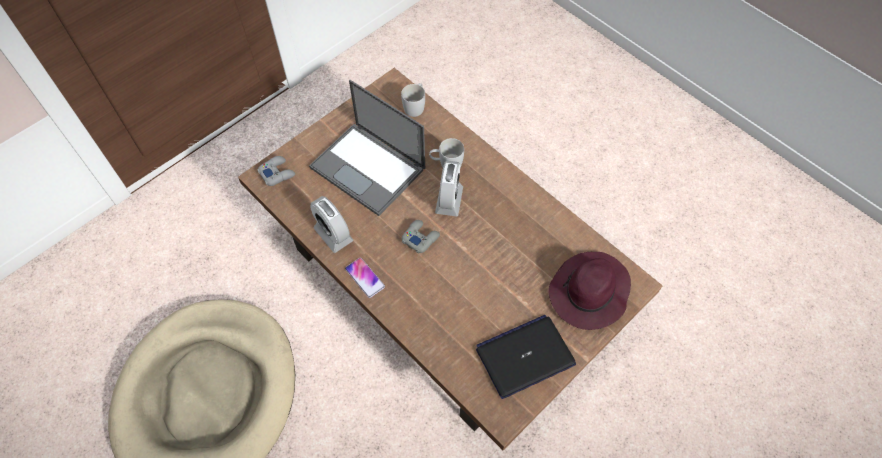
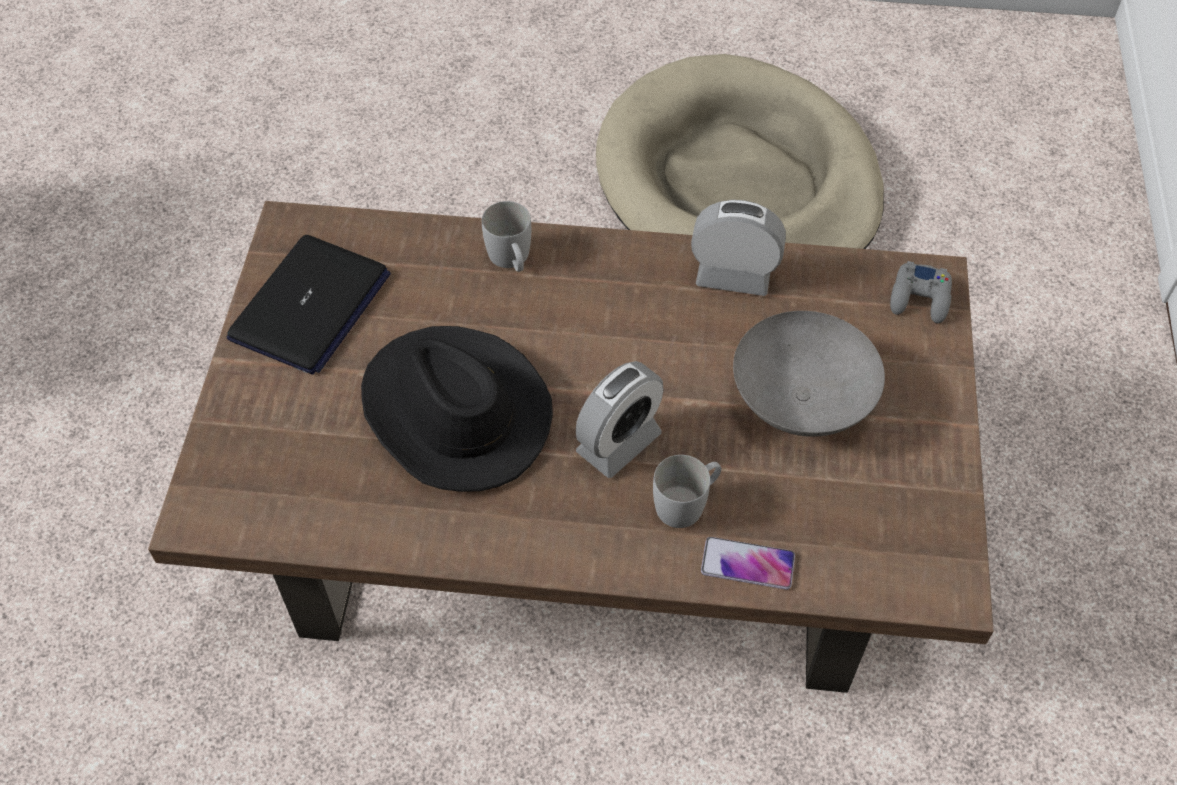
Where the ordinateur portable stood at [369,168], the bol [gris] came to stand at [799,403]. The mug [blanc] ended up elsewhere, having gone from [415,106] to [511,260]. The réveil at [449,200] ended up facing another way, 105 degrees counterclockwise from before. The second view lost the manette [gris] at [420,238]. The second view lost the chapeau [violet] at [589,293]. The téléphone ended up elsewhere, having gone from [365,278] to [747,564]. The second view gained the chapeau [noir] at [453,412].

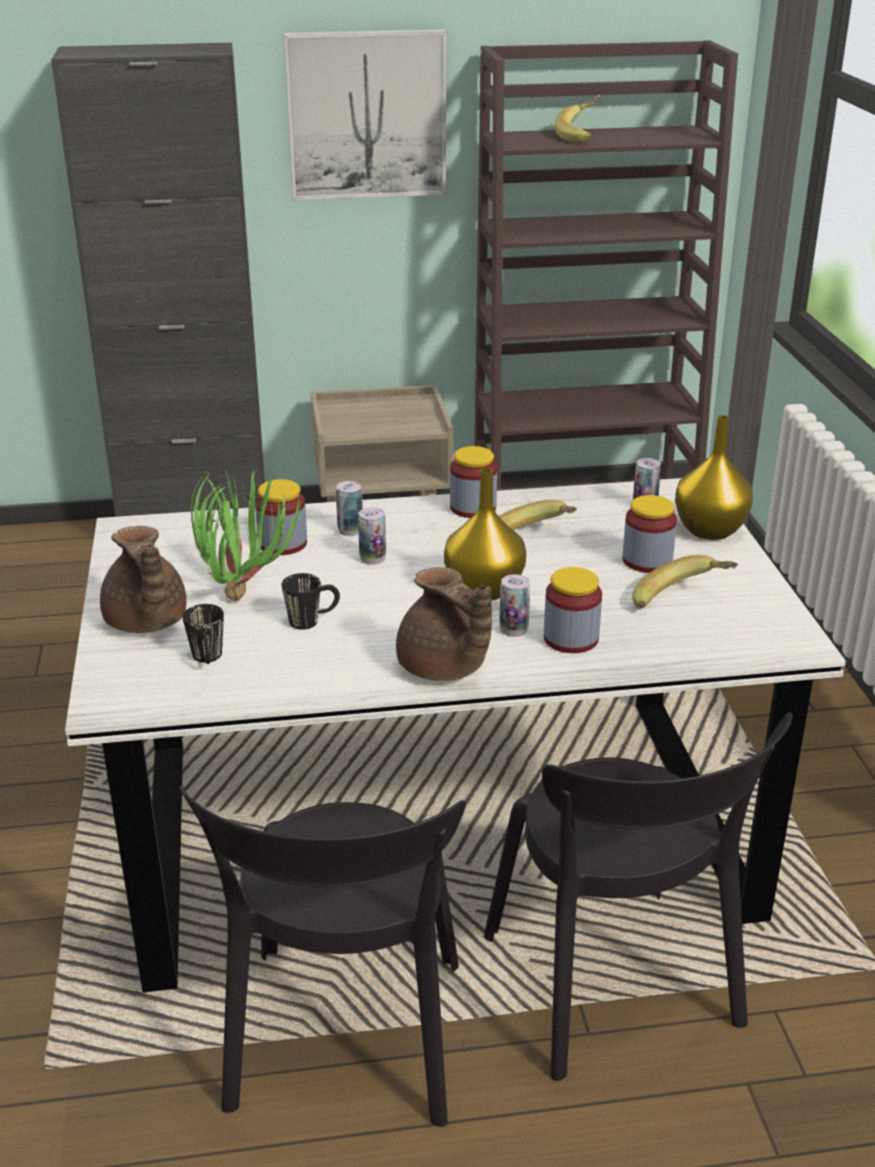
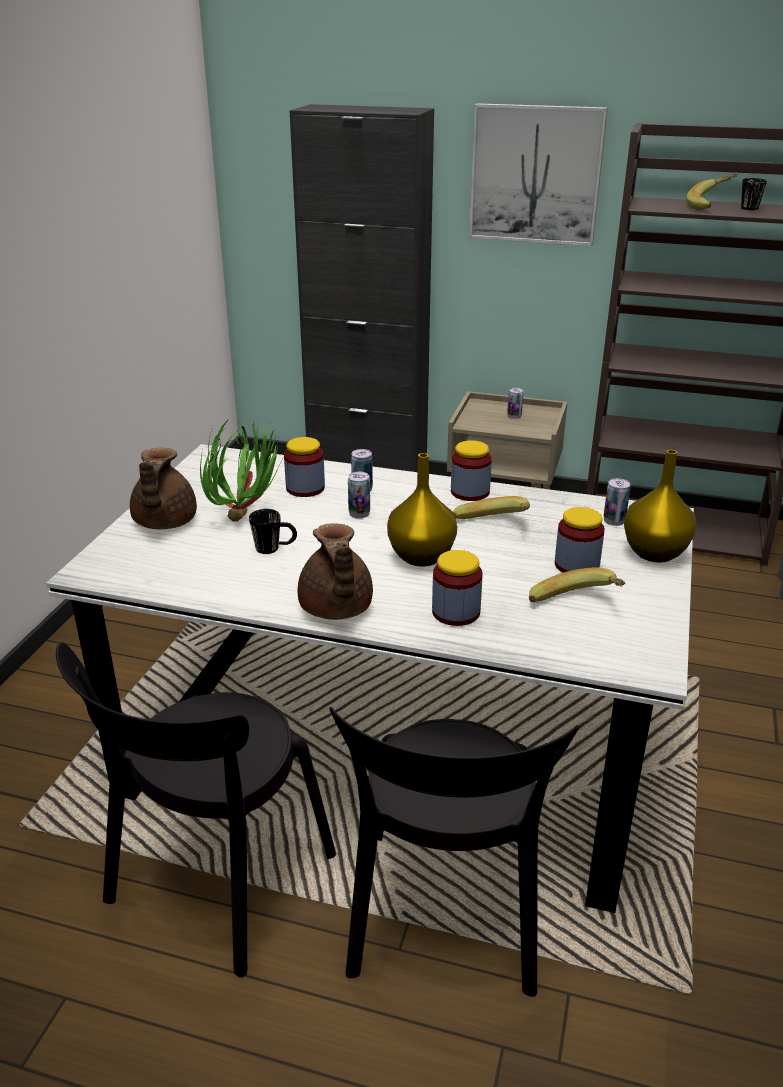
The boîte métallique ended up elsewhere, having gone from [513,629] to [514,416]. The mug [noir] ended up elsewhere, having gone from [208,660] to [750,209].

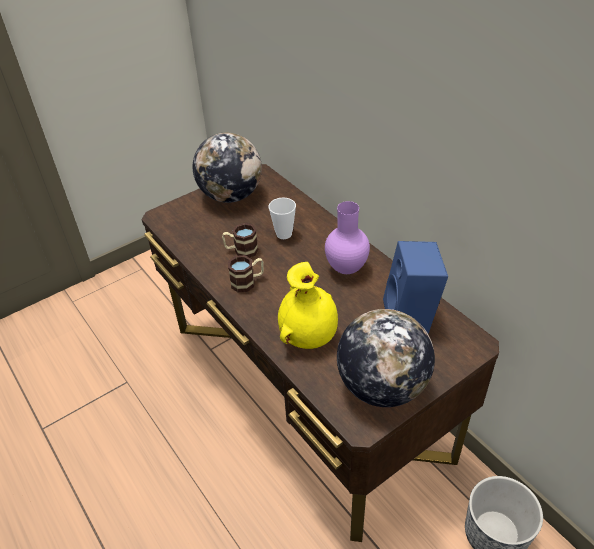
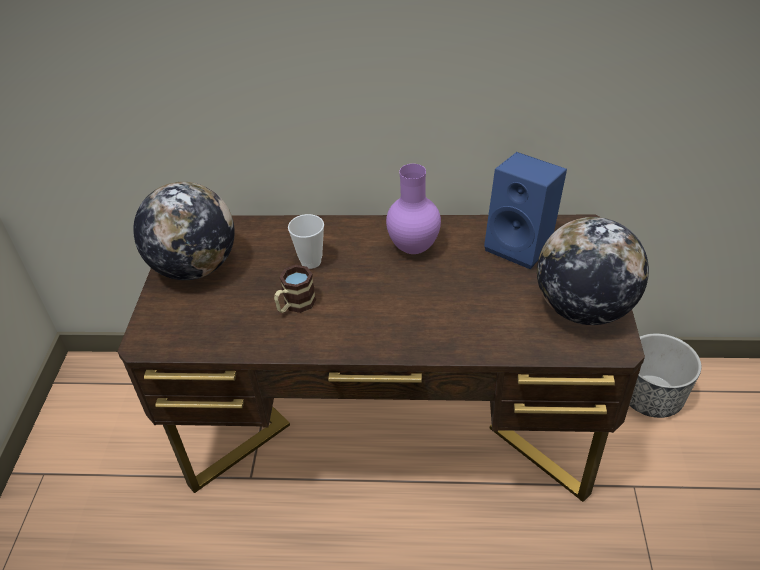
The second view lost the mug at [248,282]. The second view lost the vase [jaune] at [309,336].

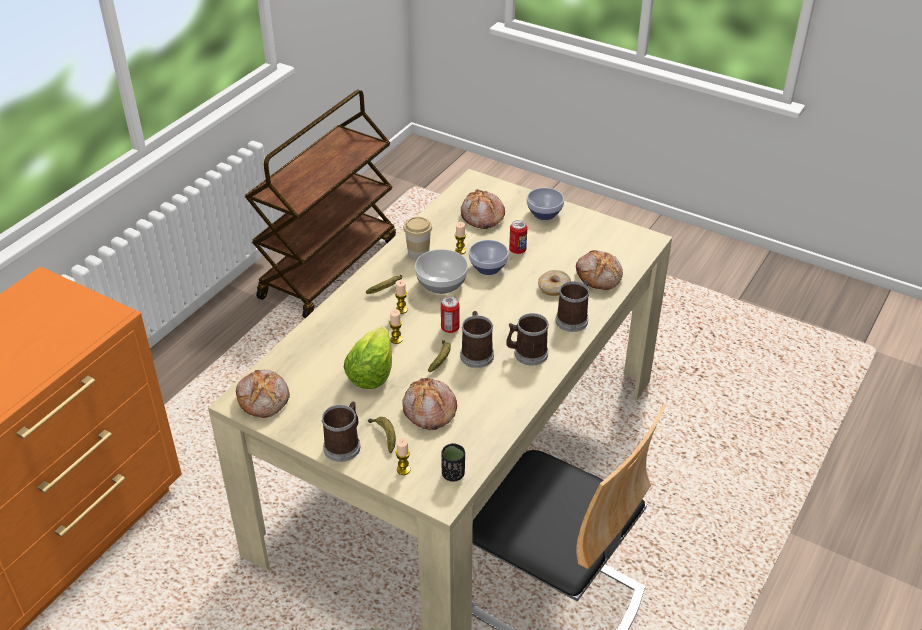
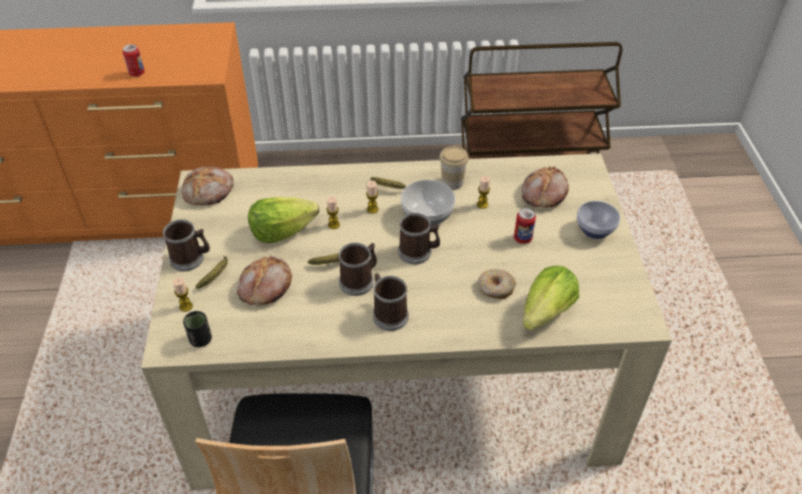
The second view lost the bol at [489,268]. Where the pain stood at [599,276], the laitue came to stand at [547,312]. The mug ended up elsewhere, having gone from [574,319] to [418,252]. The boîte métallique ended up elsewhere, having gone from [450,328] to [137,73].

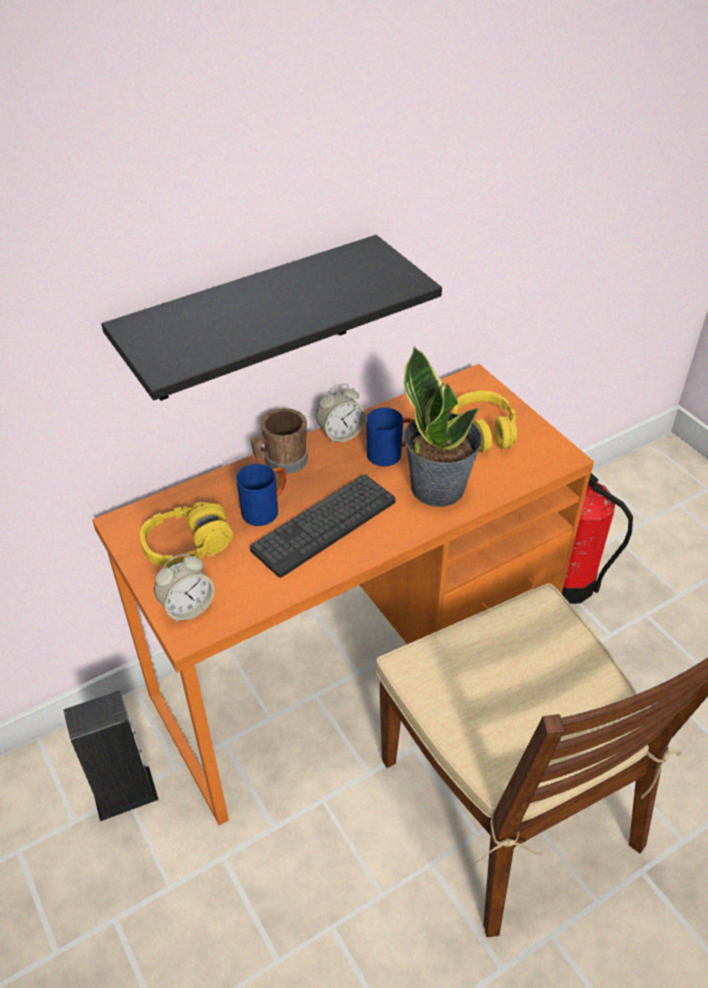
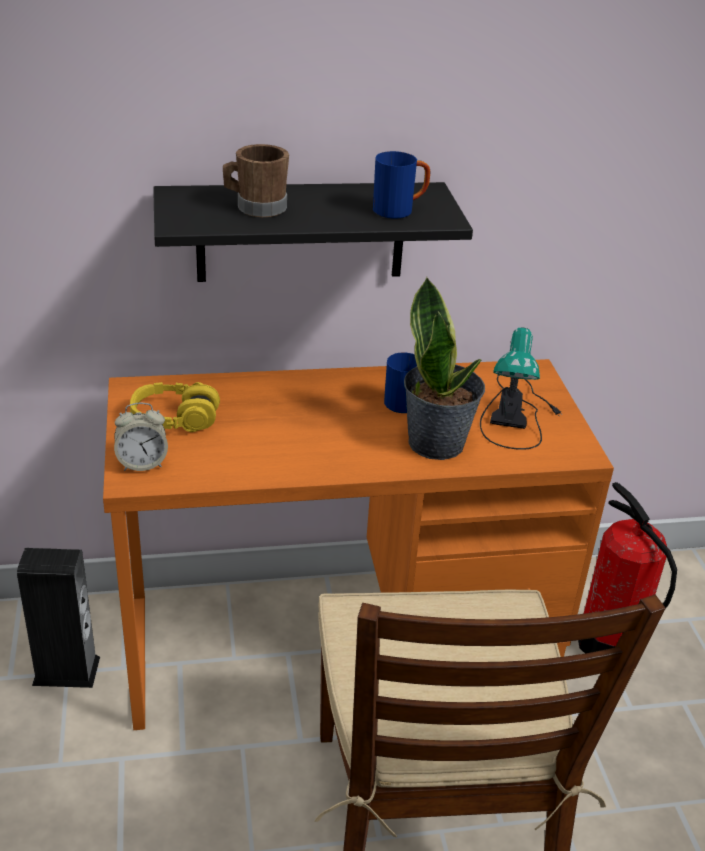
The second view lost the réveil at [341,434]. Where the casque audio [jaune] stood at [484,431], the lampe de table came to stand at [515,412]. The mug [marron] ended up elsewhere, having gone from [281,461] to [256,207]. The mug [bleu] ended up elsewhere, having gone from [266,509] to [400,210]. The second view lost the clavier at [324,525].

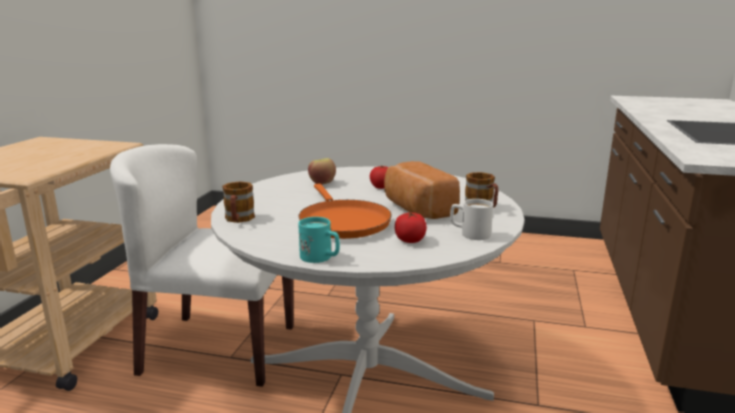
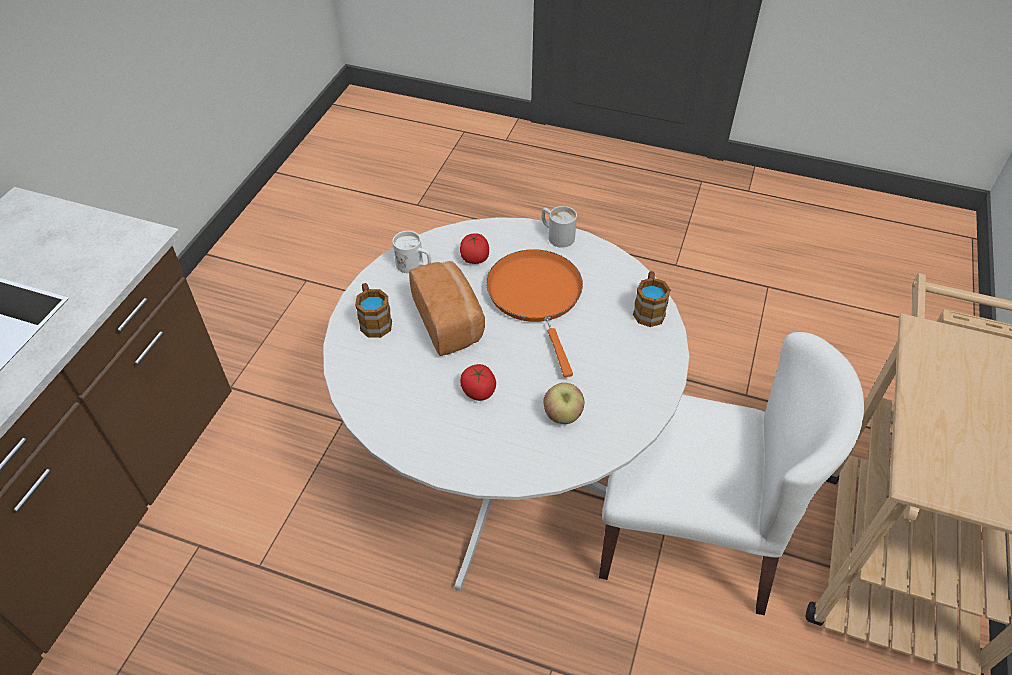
What was the mug [turquoise] at [321,258] turned into the mug [blanc] at [556,235].

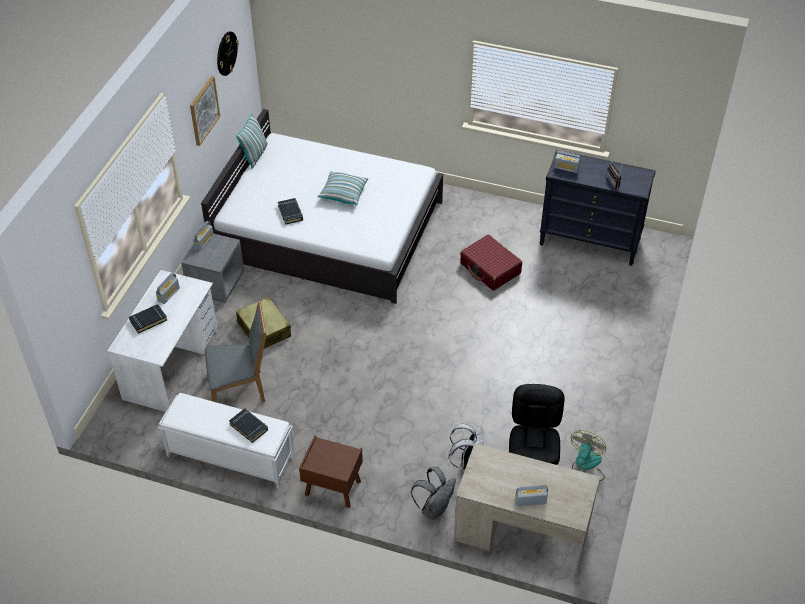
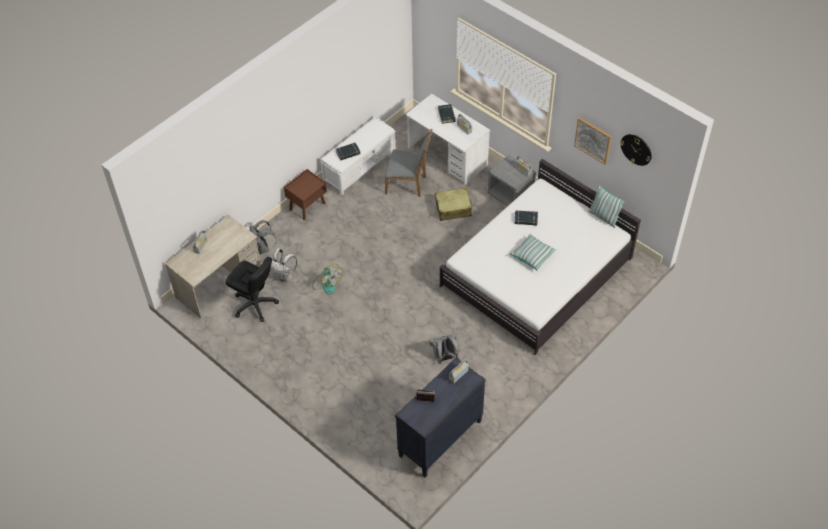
Where the valise [rouge] stood at [490,269], the sac à dos [gris] came to stand at [445,357]. The chaise [gris] at [240,389] ended up facing another way, 90 degrees counterclockwise from before. The ventilateur ended up elsewhere, having gone from [586,466] to [327,283].

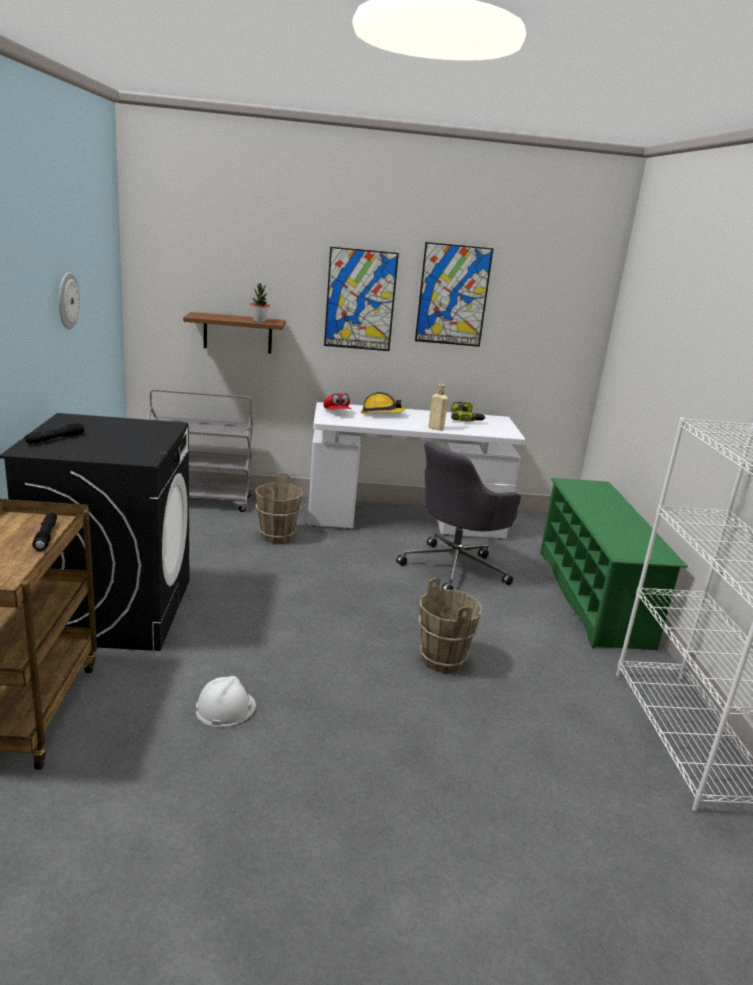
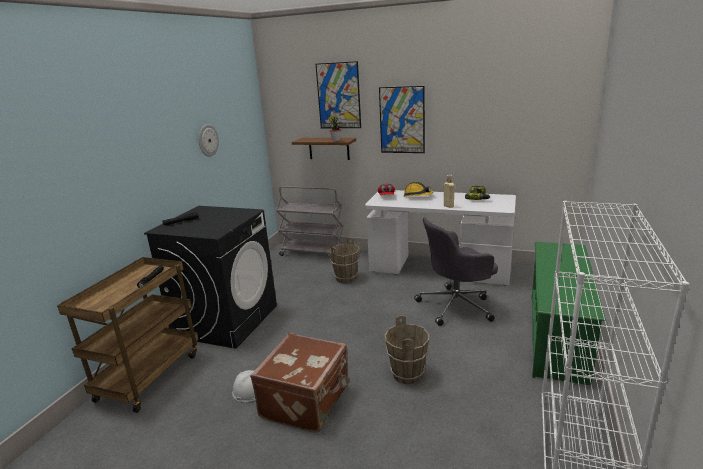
The tableau ended up elsewhere, having gone from [453,295] to [338,96]. The second view gained the valise [marron] at [307,401].

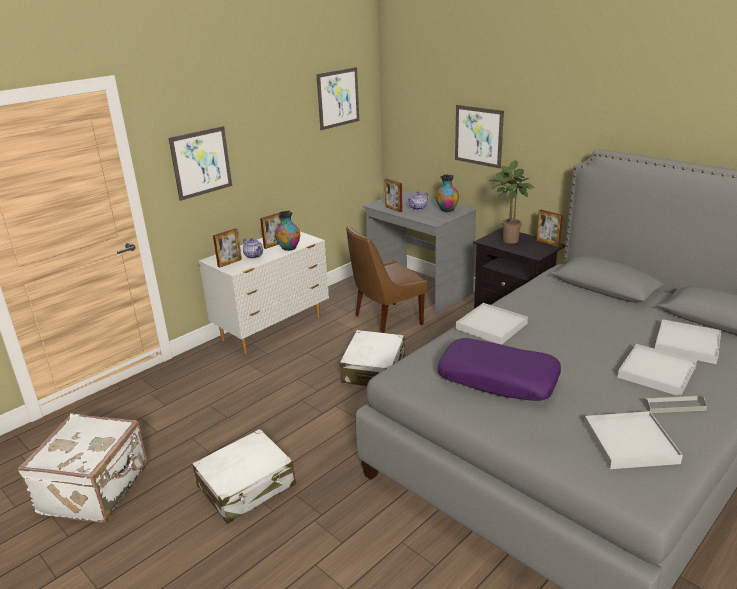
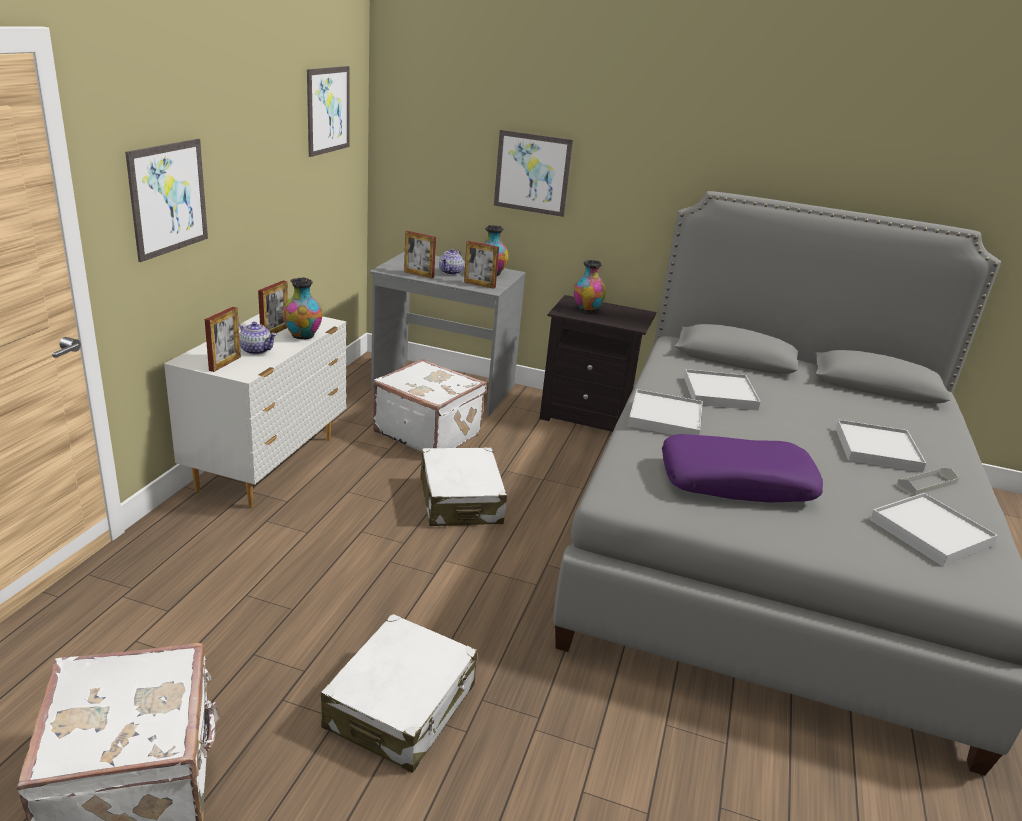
Where the plante en pot stood at [508,240], the vase came to stand at [587,309]. The cadre photo ended up elsewhere, having gone from [548,243] to [479,285]. Where the chaise [marron] stood at [386,320], the valise [blanc] came to stand at [428,432]. The plateau [blanc] ended up elsewhere, having gone from [687,344] to [719,393].

